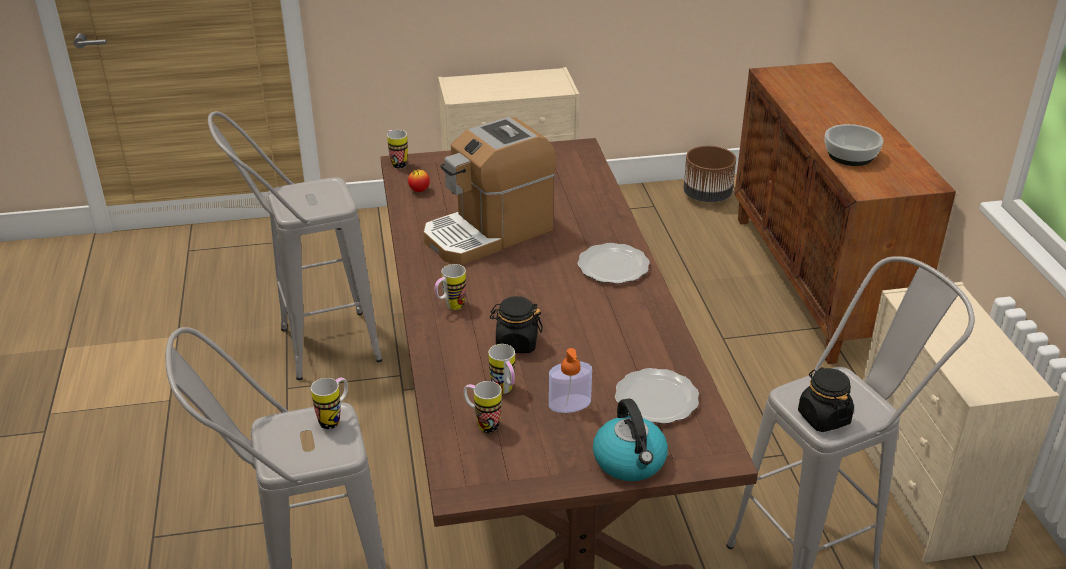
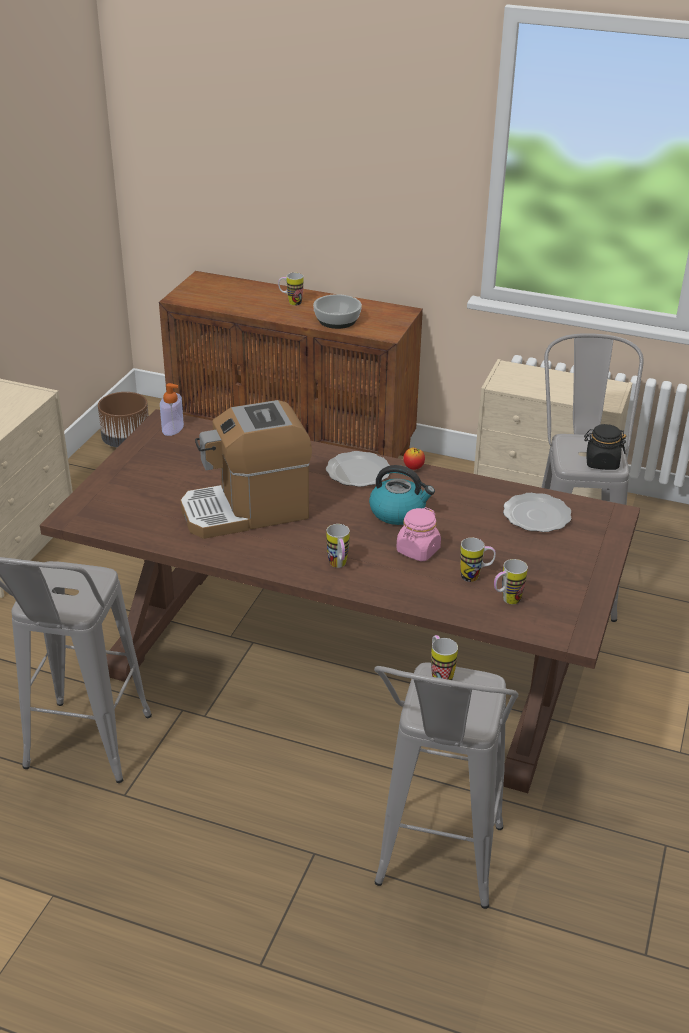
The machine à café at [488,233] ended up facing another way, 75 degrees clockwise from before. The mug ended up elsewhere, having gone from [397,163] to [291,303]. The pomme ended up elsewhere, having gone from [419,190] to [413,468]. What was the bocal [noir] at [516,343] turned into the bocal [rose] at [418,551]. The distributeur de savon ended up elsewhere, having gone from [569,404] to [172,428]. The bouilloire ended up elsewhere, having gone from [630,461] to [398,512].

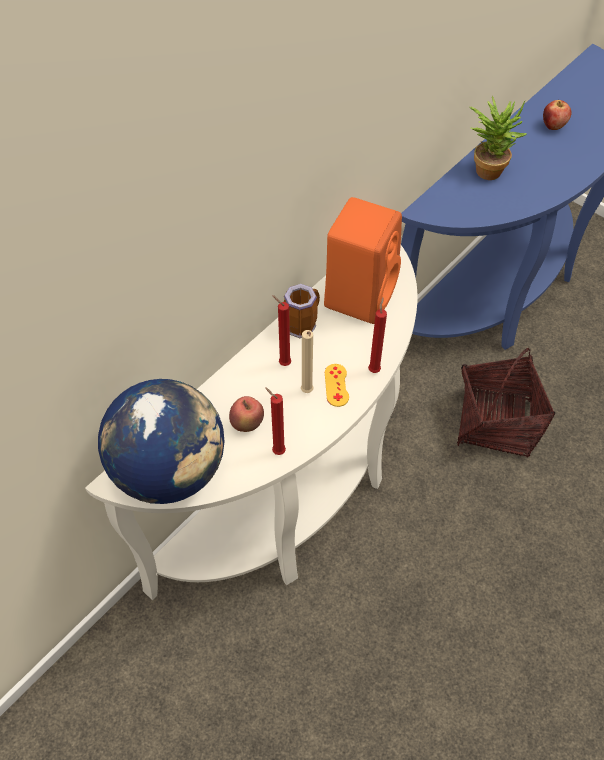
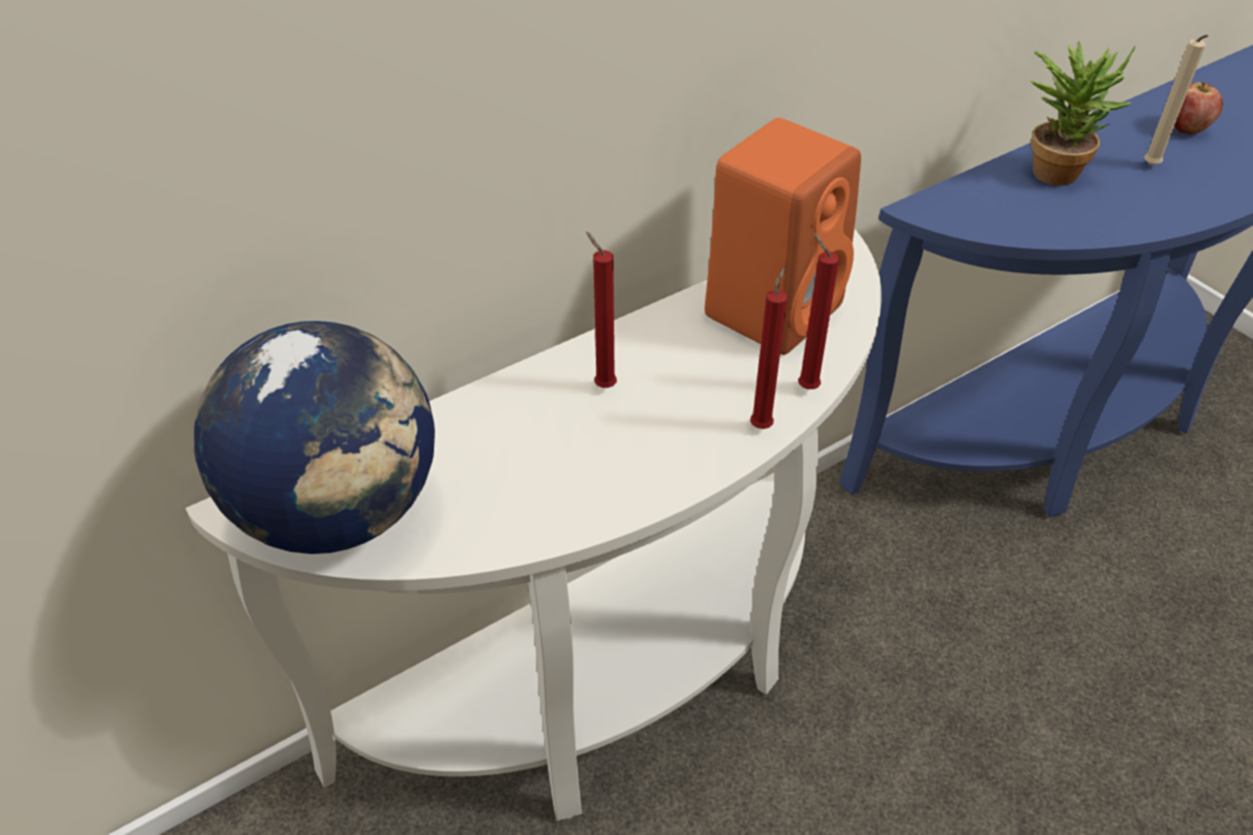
The second view lost the mug at [301,324]. The bougie [beige] ended up elsewhere, having gone from [307,392] to [1151,167]. The second view lost the panier at [495,422]. The second view lost the manette [jaune] at [336,385]. The bougie [rouge] ended up elsewhere, having gone from [277,451] to [805,386]. The second view lost the pomme at [247,424].

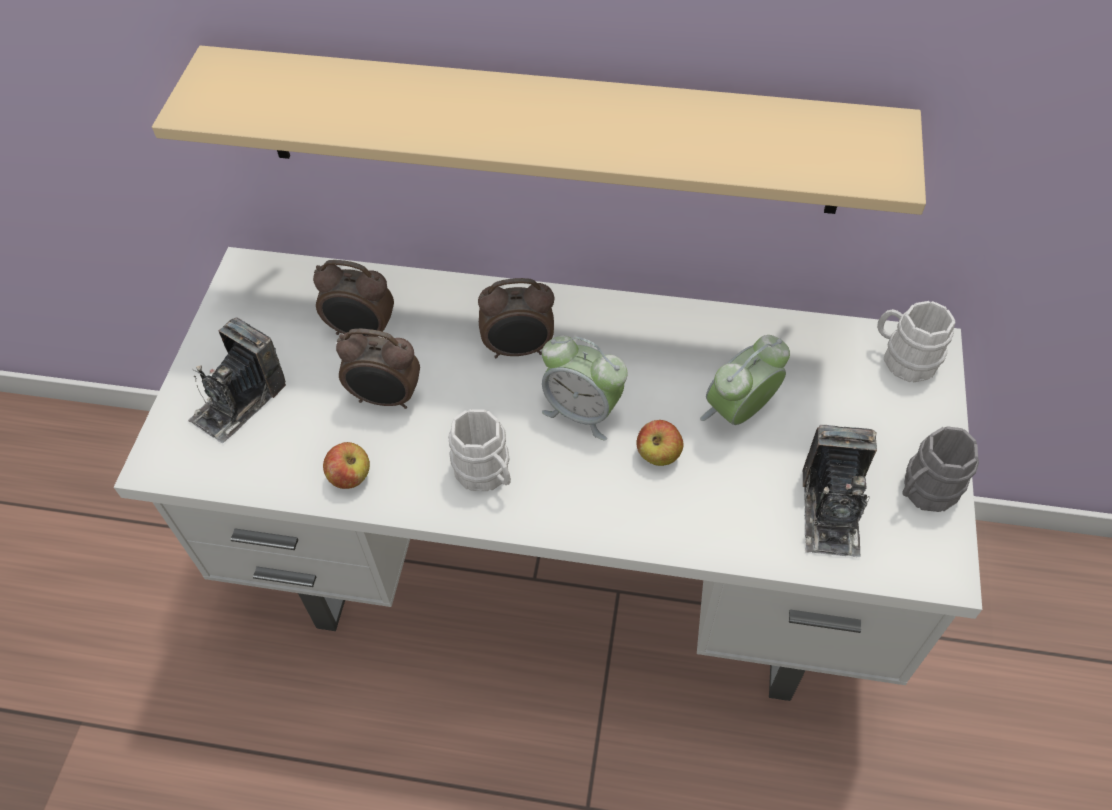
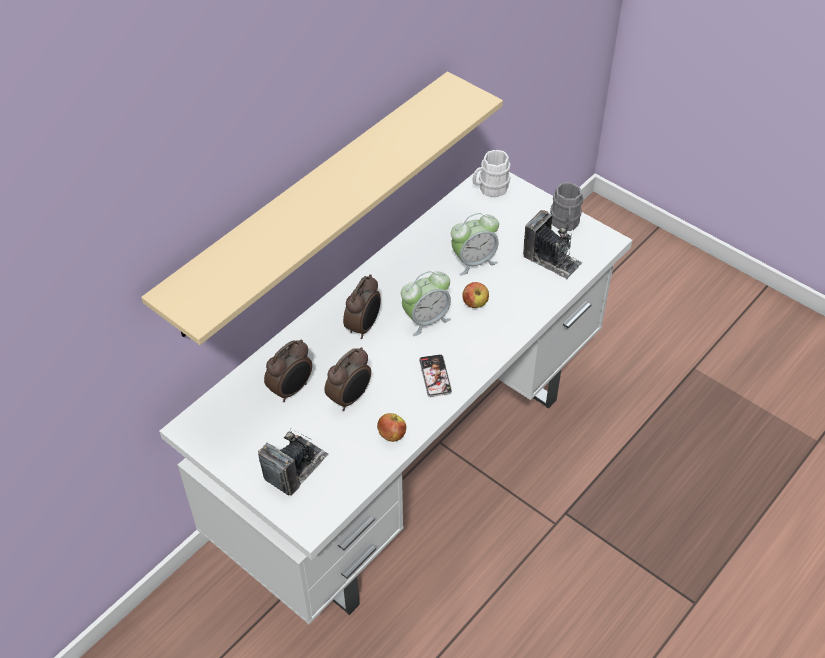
The appareil photo at [239,401] ended up facing another way, 120 degrees counterclockwise from before. The réveil at [739,412] ended up facing another way, 105 degrees counterclockwise from before. Where the mug [blanc] stood at [487,474], the téléphone came to stand at [435,376].

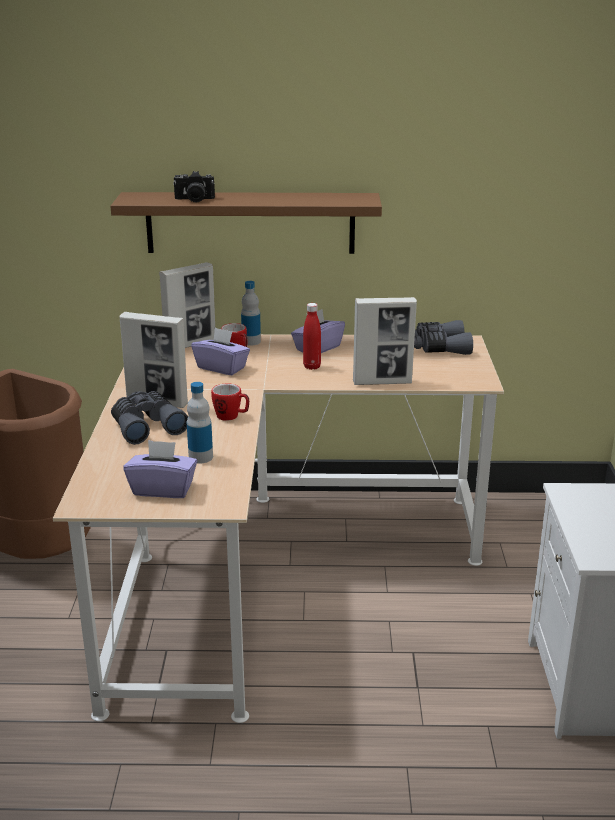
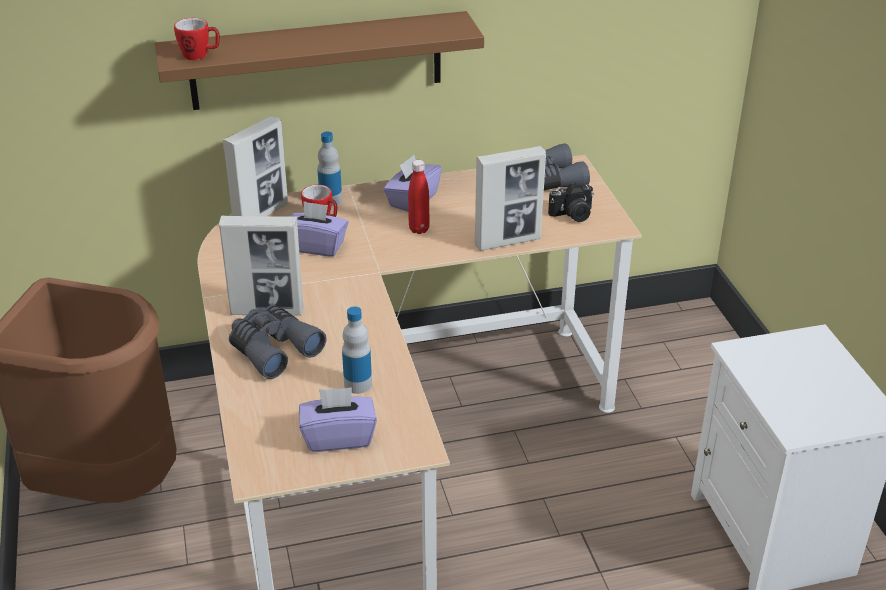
The appareil photo ended up elsewhere, having gone from [194,200] to [572,215]. The mug ended up elsewhere, having gone from [231,417] to [200,55].

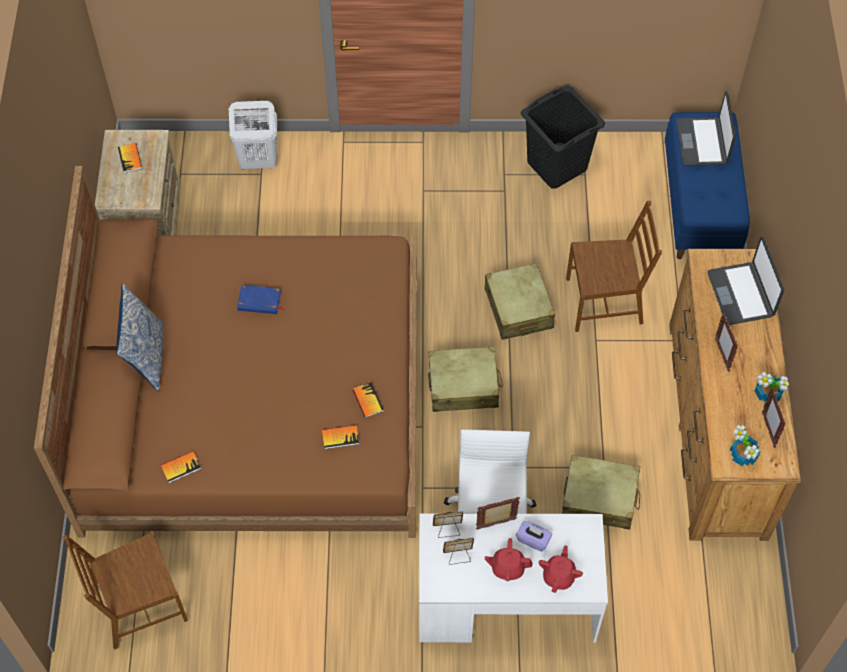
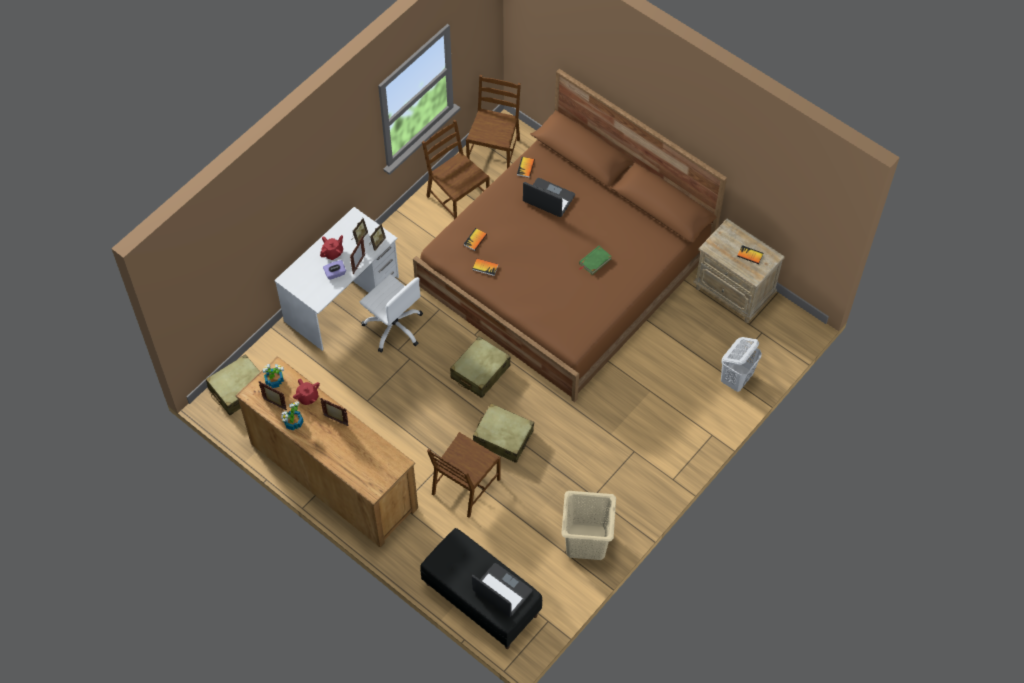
What was the panier à linge [noir] at [556,166] turned into the panier à linge [beige] at [586,541]. What was the banc [bleu] at [700,205] turned into the banc [noir] at [480,600]. The ordinateur portable ended up elsewhere, having gone from [741,294] to [548,199]. The second view lost the coussin at [146,356]. What was the livre [bleu] at [259,302] turned into the livre [vert] at [595,261]. The valise [beige] ended up elsewhere, having gone from [599,498] to [238,390]. The théière [rouge] ended up elsewhere, having gone from [559,576] to [307,397]. The second view gained the chaise [marron] at [456,200].

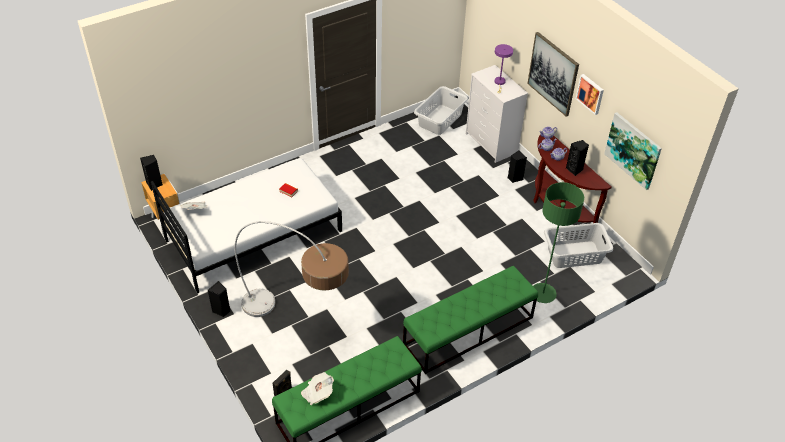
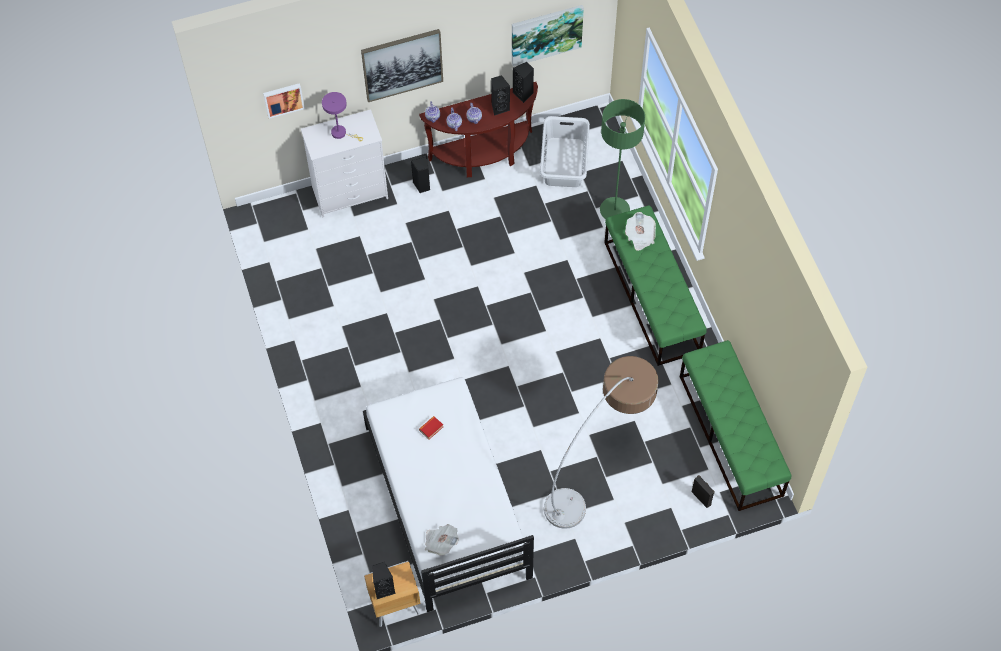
The tableau ended up elsewhere, having gone from [590,93] to [283,99]. The second view lost the panier à linge [gris] at [439,120]. The enceinte [noir] ended up elsewhere, having gone from [221,311] to [523,94]. The journal ended up elsewhere, having gone from [317,393] to [640,236].

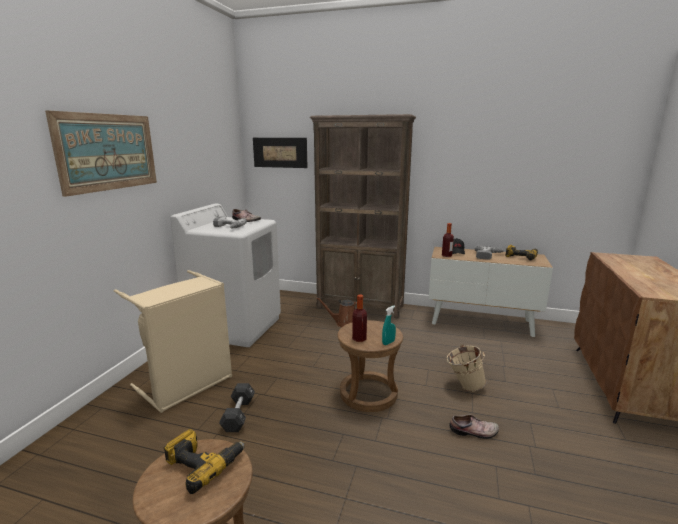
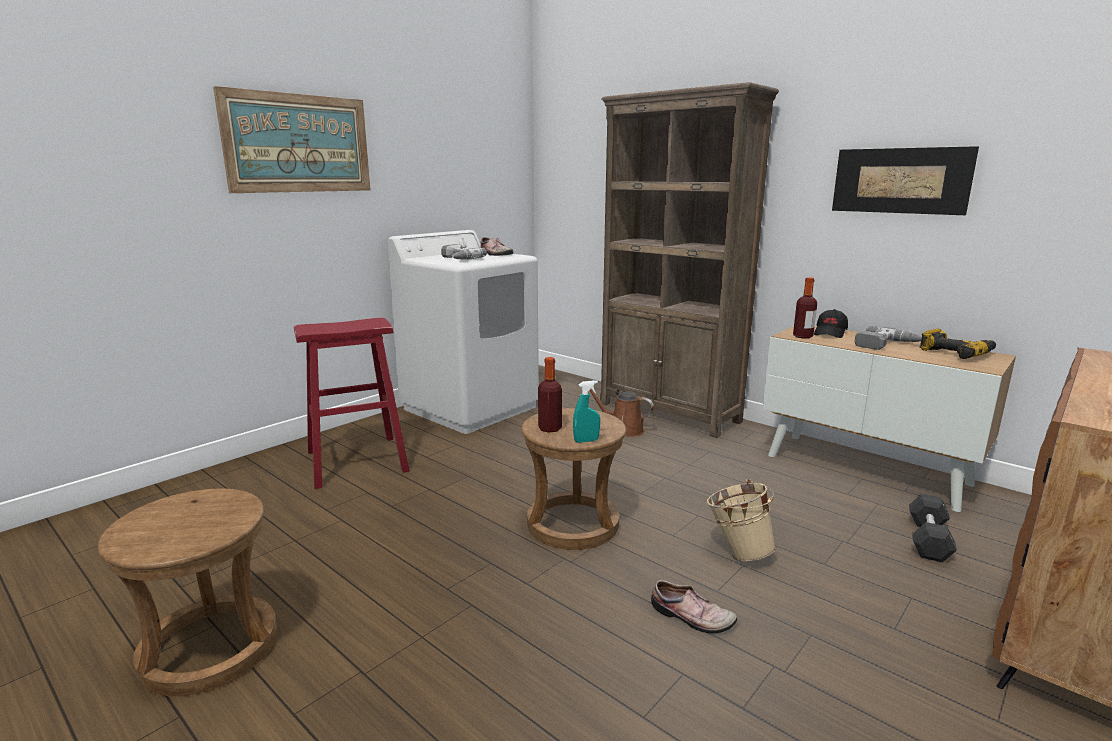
The tableau ended up elsewhere, having gone from [280,152] to [900,180]. Where the panier à linge [beige] stood at [187,385], the tabouret [rouge] came to stand at [356,461]. The haltère [noir] ended up elsewhere, having gone from [238,415] to [928,540]. The second view lost the perceuse at [204,463].

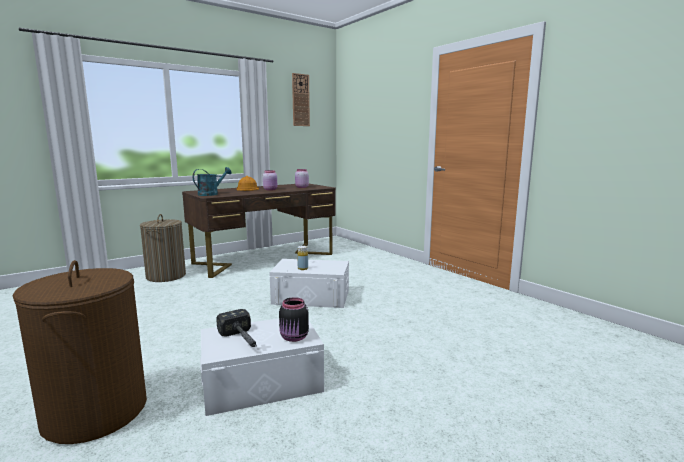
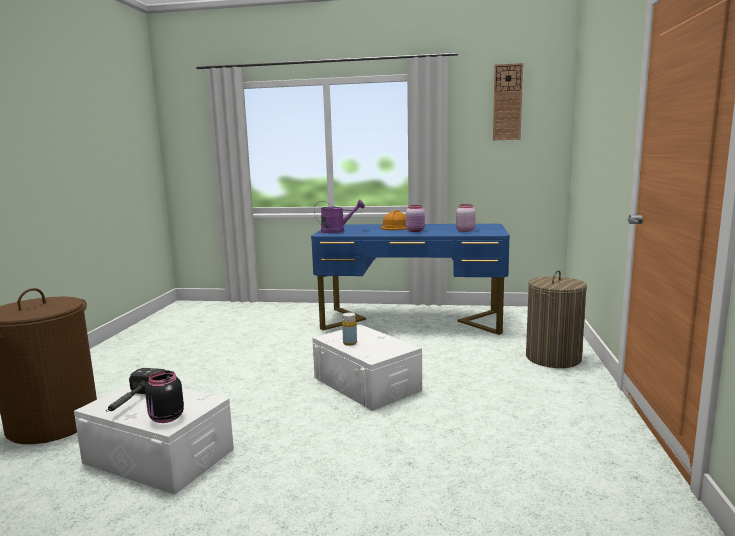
What was the arrosoir [turquoise] at [211,194] turned into the arrosoir [violet] at [337,231]. What was the bureau [marron] at [265,259] turned into the bureau [bleu] at [411,320]. The panier à linge ended up elsewhere, having gone from [166,276] to [553,358].

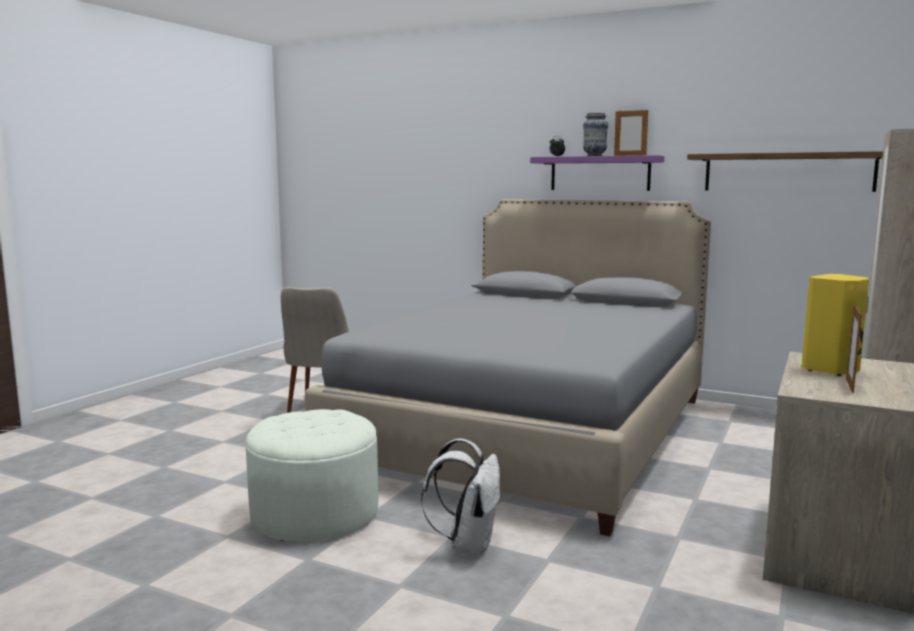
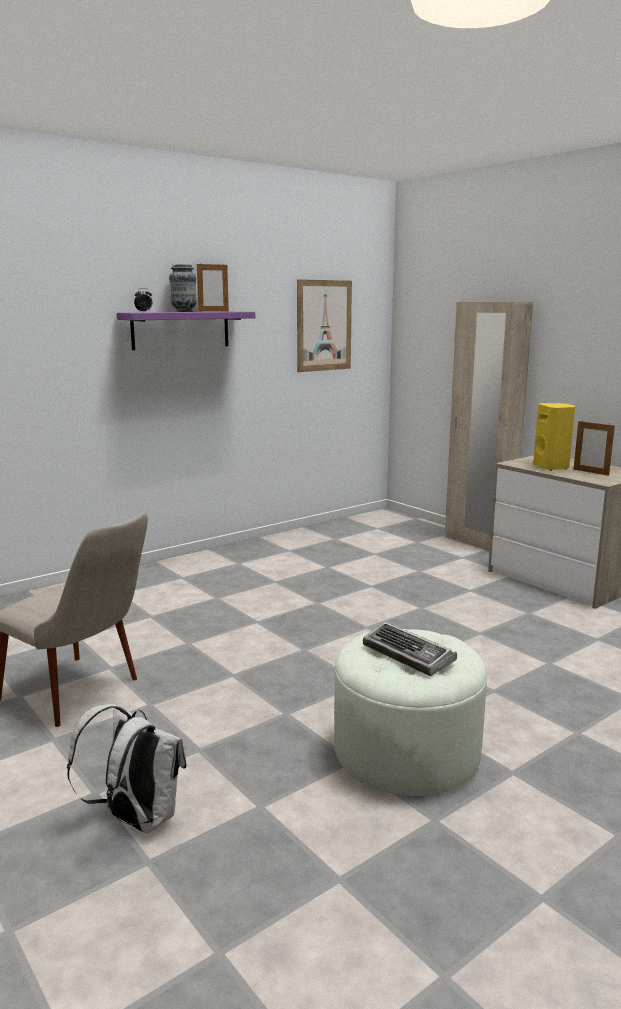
Where the étagère hung at [788,172], the tableau came to hang at [324,325]. The second view lost the lit [gris] at [531,432]. The sac à dos [blanc] ended up elsewhere, having gone from [468,544] to [136,819]. The second view gained the clavier at [409,655].

